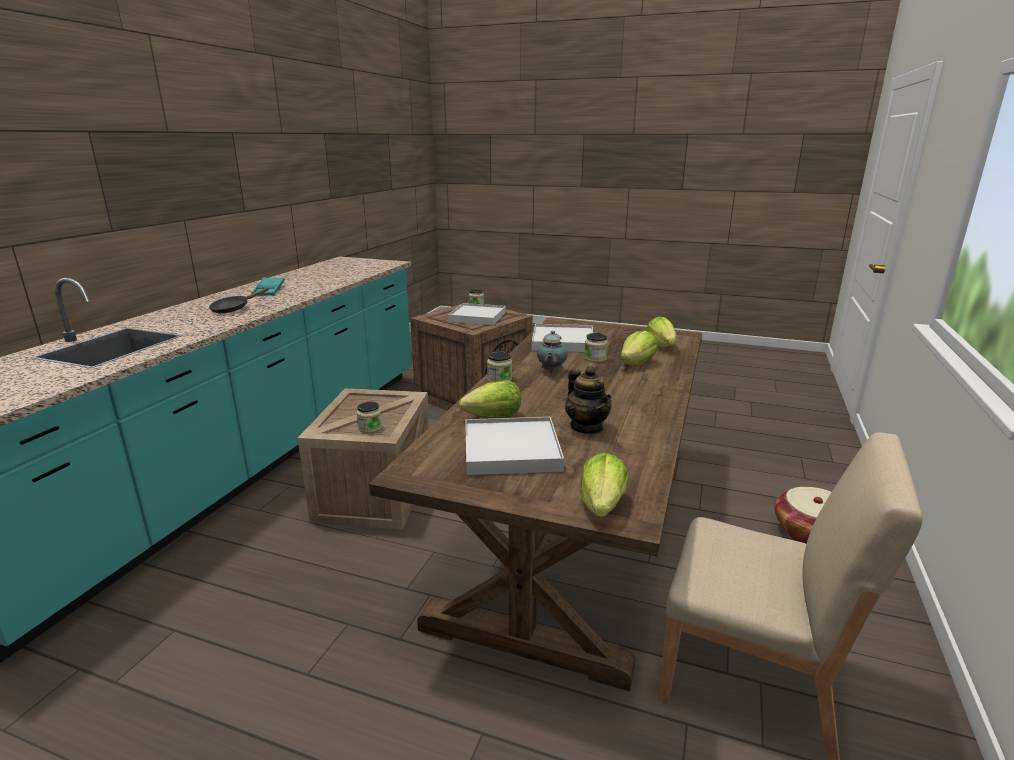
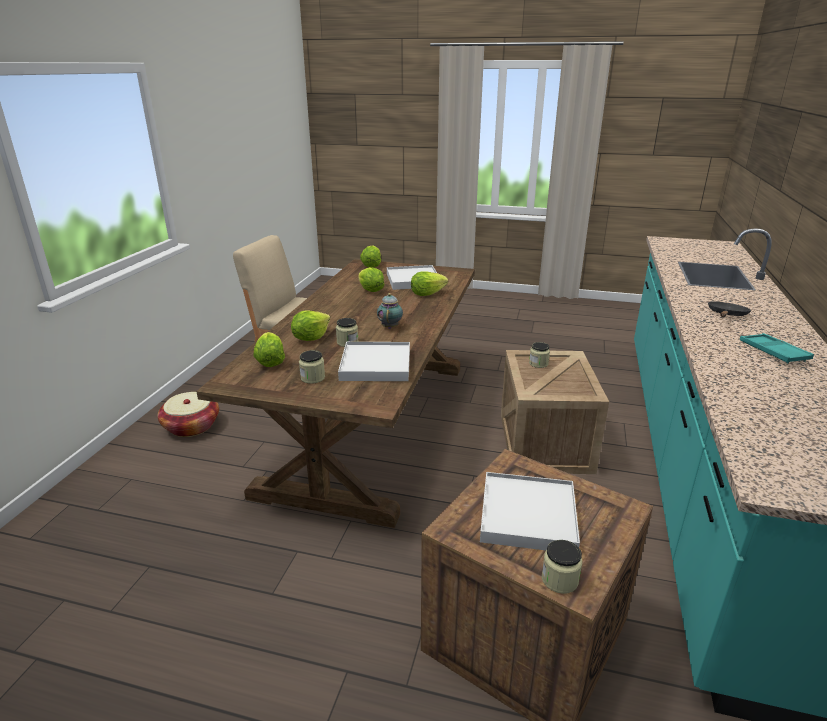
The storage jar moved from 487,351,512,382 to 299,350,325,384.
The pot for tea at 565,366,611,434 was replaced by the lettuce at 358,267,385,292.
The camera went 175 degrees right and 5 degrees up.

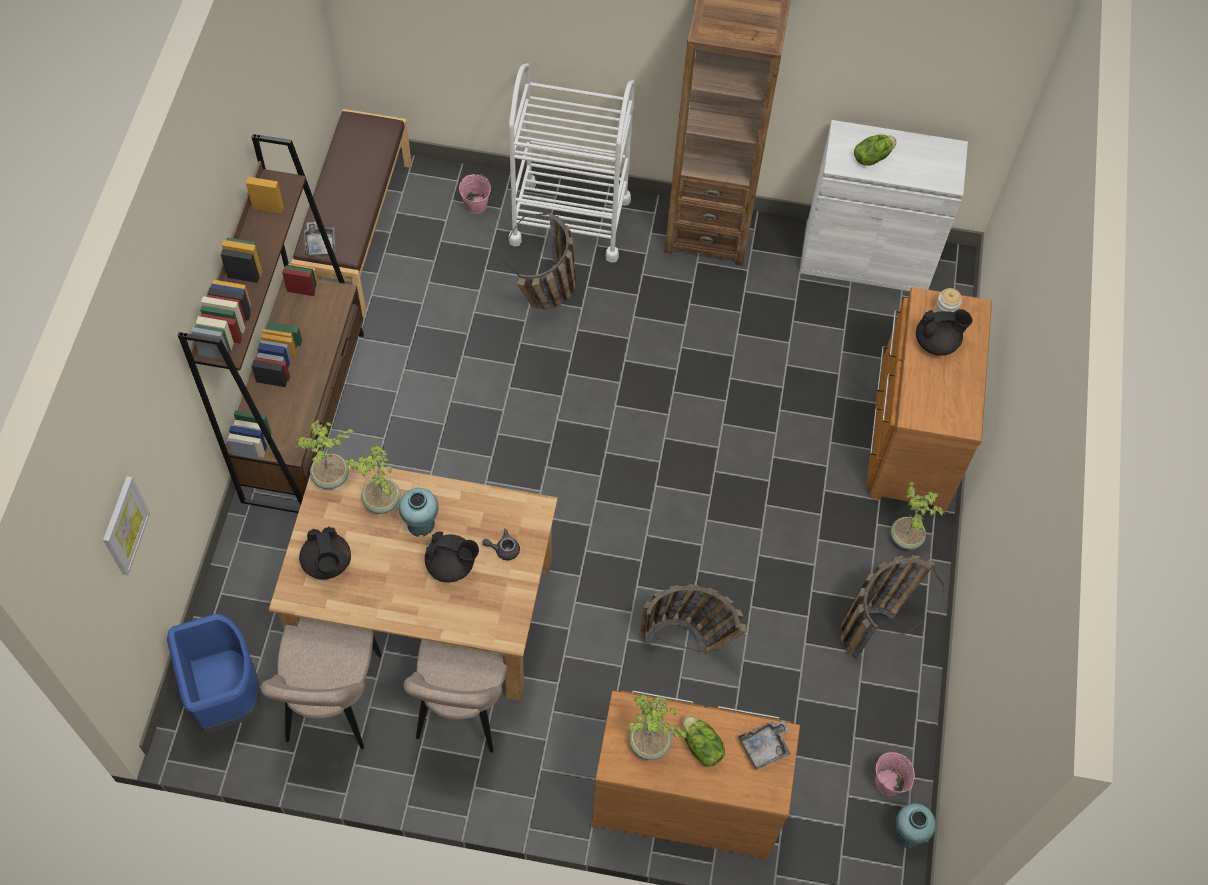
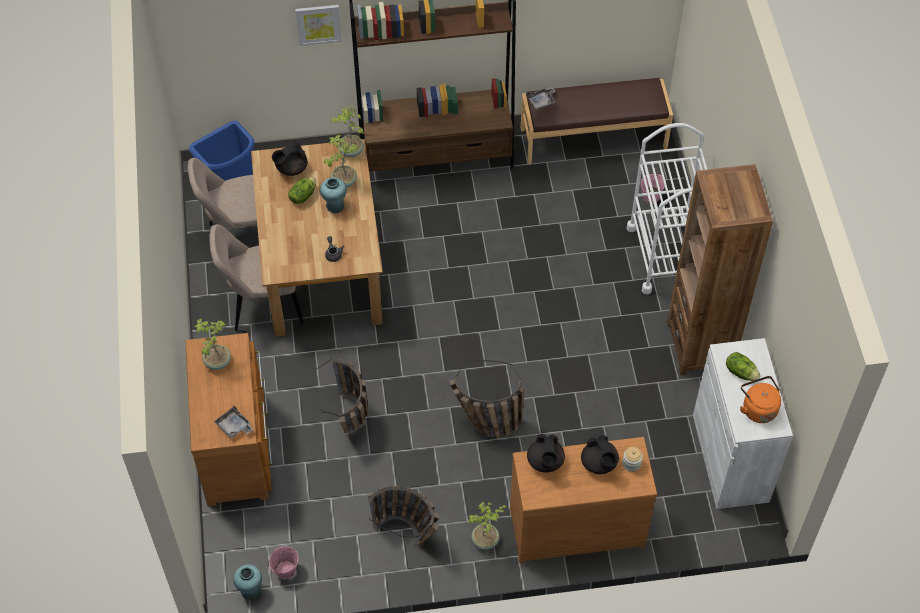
The wall art moved from 103,476,150,575 to 295,5,342,46.
The pot for tea/black-coloured moved from 425,531,479,582 to 527,434,565,473.
The basket moved from 503,213,576,309 to 450,360,524,438.
The lettuce moved from 682,716,725,767 to 288,177,316,204.
The tea kettle/orange at 740,376,781,423 appeared.
The camera went 75 degrees right and 5 degrees down.

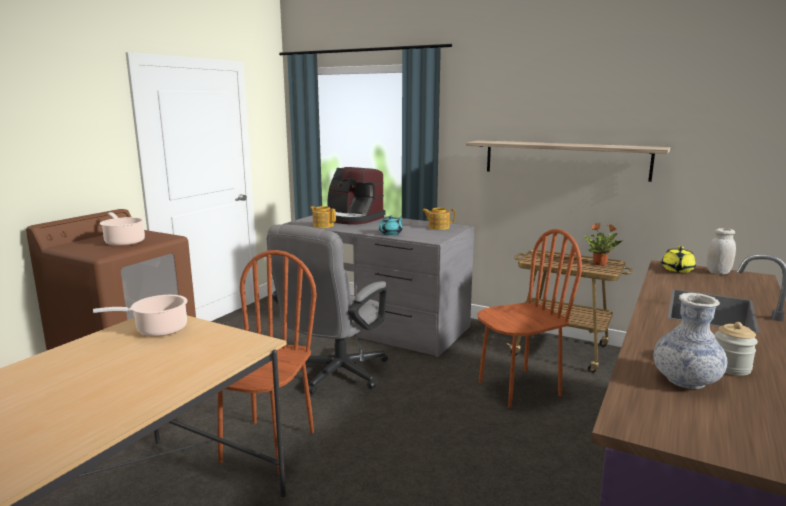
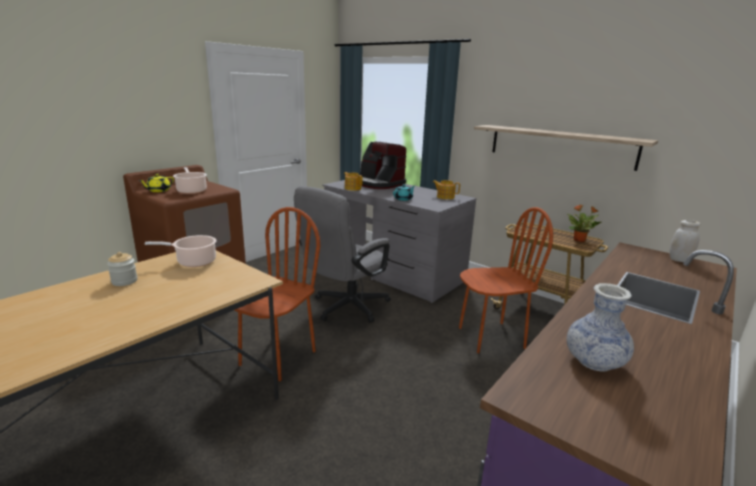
The pot for tea/yellowish moved from 662,246,696,273 to 138,174,174,192.
The storage jar moved from 715,322,758,376 to 107,252,138,286.
The camera went 10 degrees right and 5 degrees up.

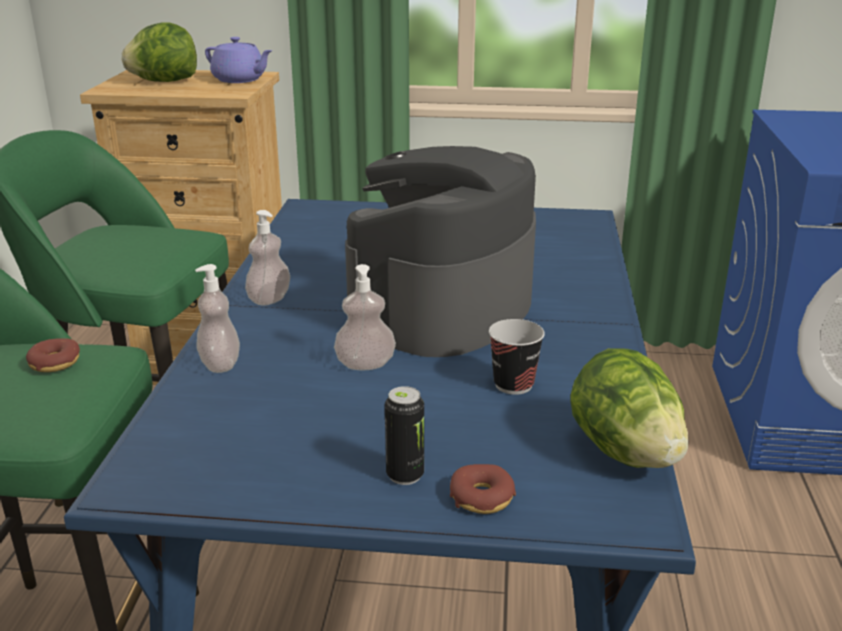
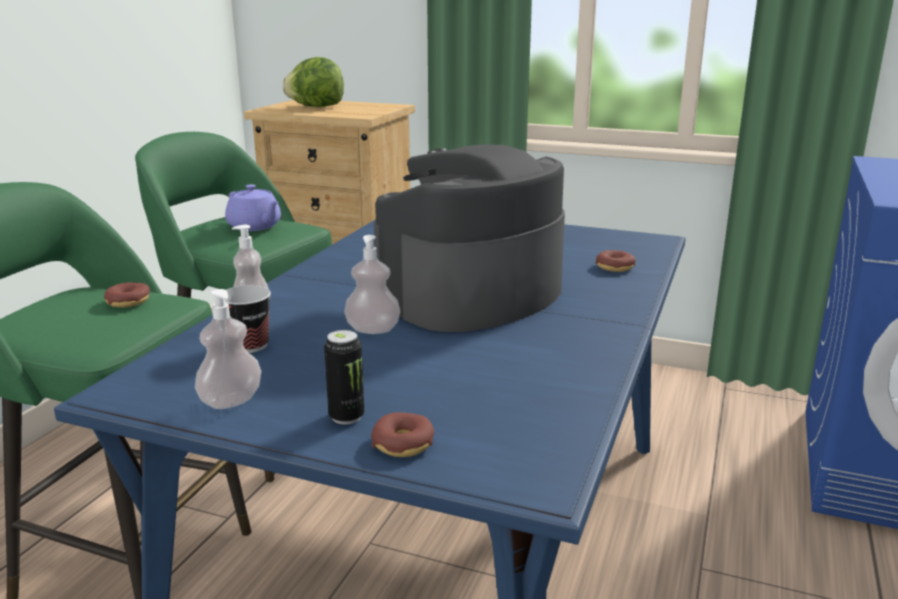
The pot for tea/purple-coloured moved from 205,37,273,83 to 225,184,281,231.
The soap dispenser moved from 245,210,290,305 to 195,289,261,409.
The small cup moved from 489,319,545,395 to 225,285,271,353.
The lettuce at 570,348,688,468 disappeared.
The doughnut at 596,250,636,272 appeared.
The camera went 15 degrees right and 5 degrees down.

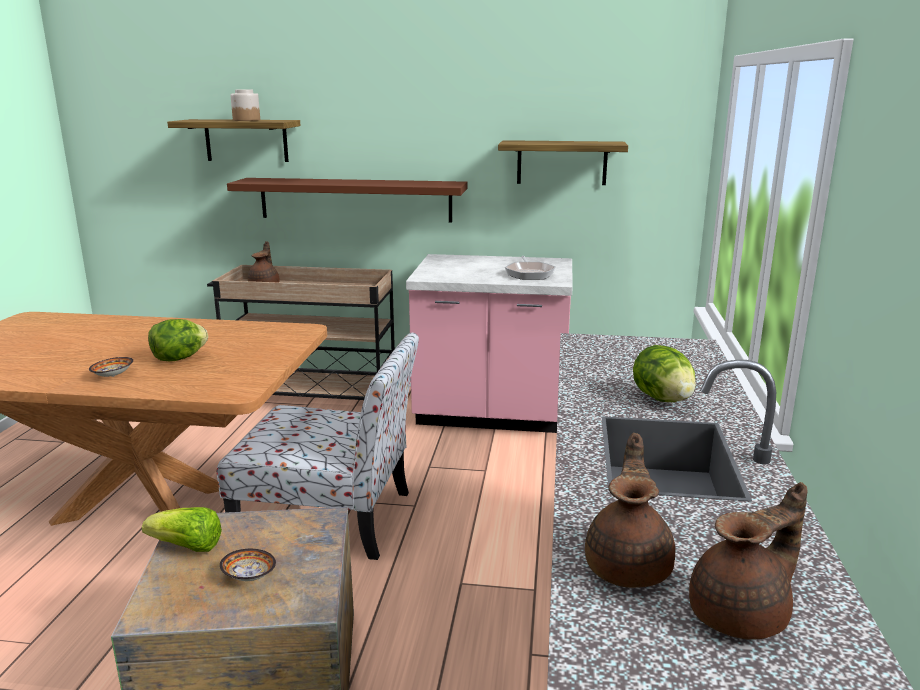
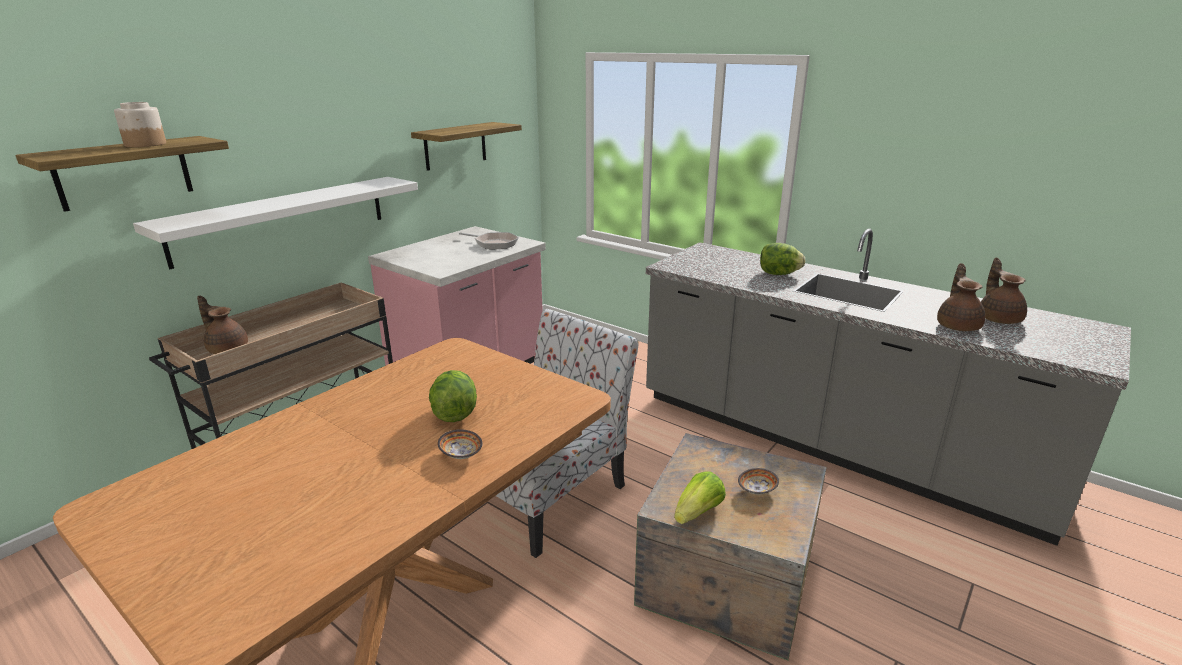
The shelf/brownish at 227,178,467,222 became the shelf/whitish at 133,177,418,269.
The pot for tea/brownish at 585,433,675,588 turned 60 degrees clockwise.
The camera went 60 degrees left and 5 degrees up.

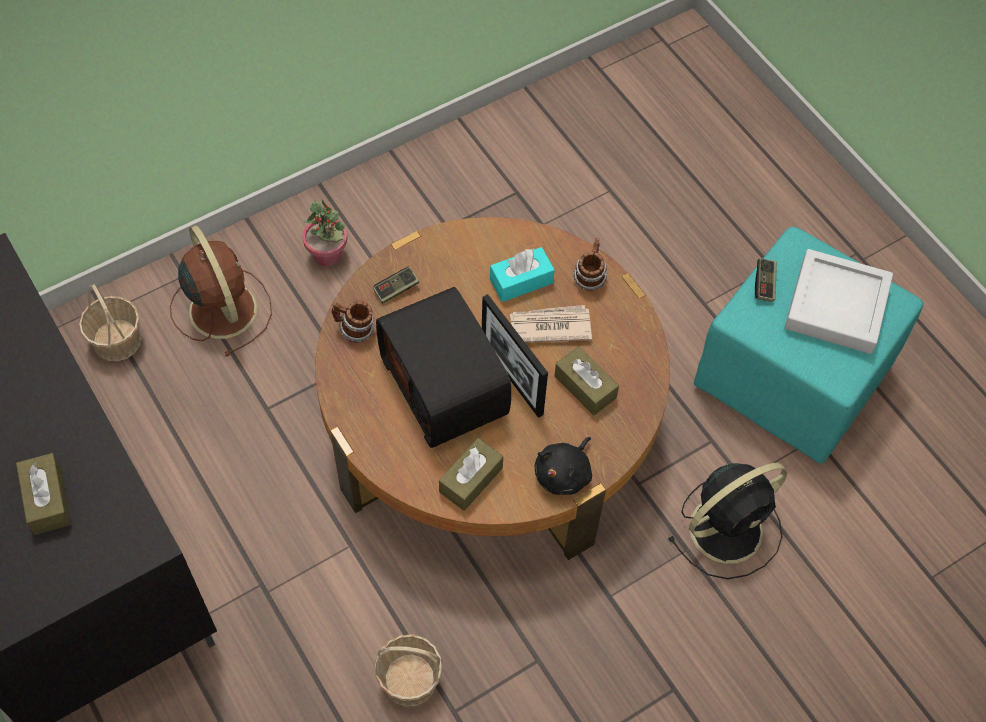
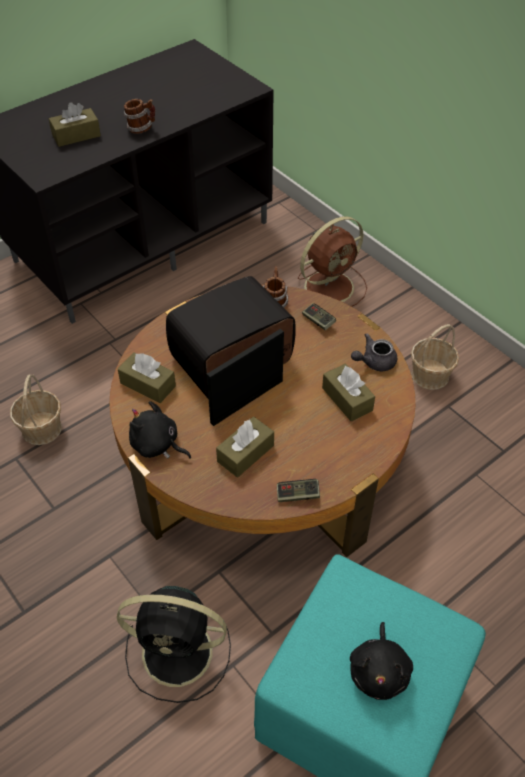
The basket moved from 79,284,141,361 to 411,324,459,390.
The potted plant at 302,200,347,266 disappeared.
The tissue holder/turquoise-coloured at 490,247,555,302 became the tissue holder/brownish at 322,364,375,421.
The newspaper at 510,305,592,343 disappeared.
The coffee mug moved from 573,238,608,291 to 124,99,155,134.
The fan/black-coloured at 668,463,787,579 turned 45 degrees counterclockwise.
The gamepad moved from 755,258,777,302 to 277,479,320,502.
The carrying tray/greyish at 785,249,893,354 was replaced by the cuddly toy/black-coloured at 350,622,413,700.
The pot for tea/greyish at 351,333,397,371 appeared.
The camera went 85 degrees right and 10 degrees down.

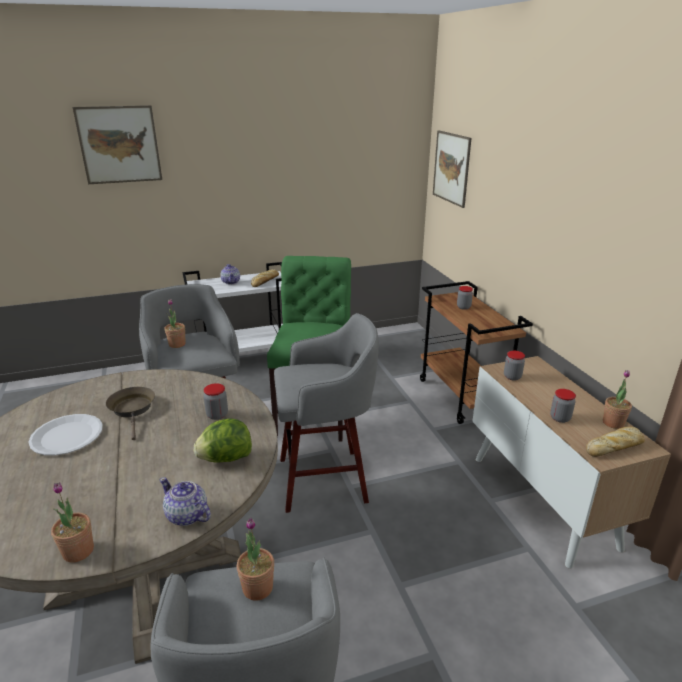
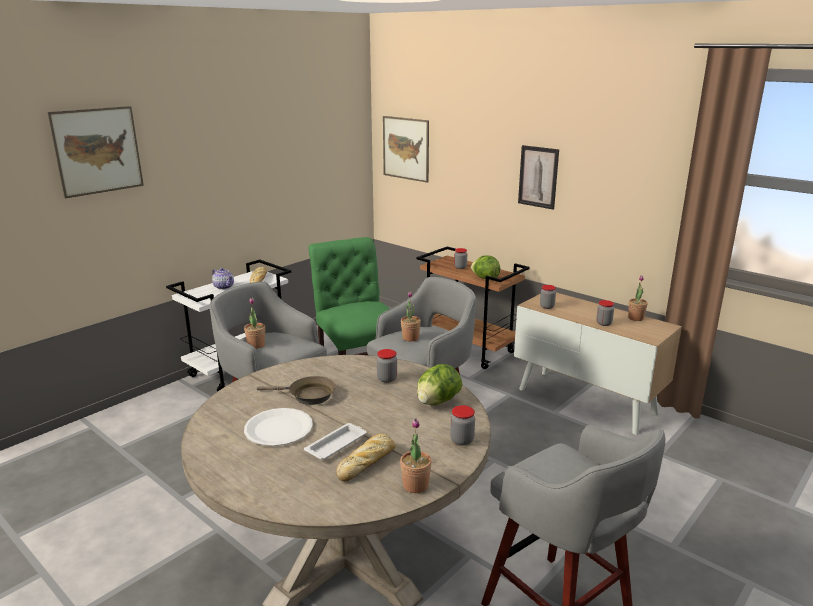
The pan/brownish at 106,387,155,440 turned 150 degrees clockwise.
The pot for tea at 159,477,211,526 was replaced by the storage jar at 450,405,475,446.
The potted plant moved from 237,518,274,601 to 401,291,421,341.
The baked bread moved from 586,426,645,457 to 336,434,396,482.
The carrying tray/whitish at 304,423,367,460 appeared.
The lettuce at 471,255,500,280 appeared.
The wall art at 518,145,559,210 appeared.
The camera went 30 degrees left and 5 degrees down.

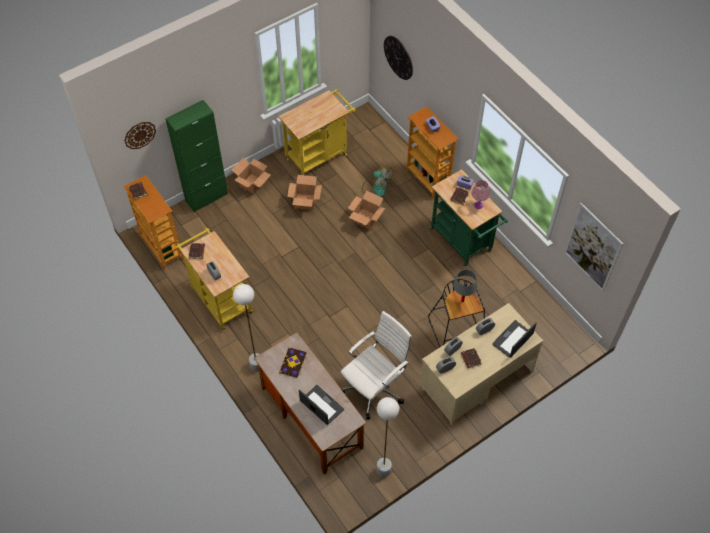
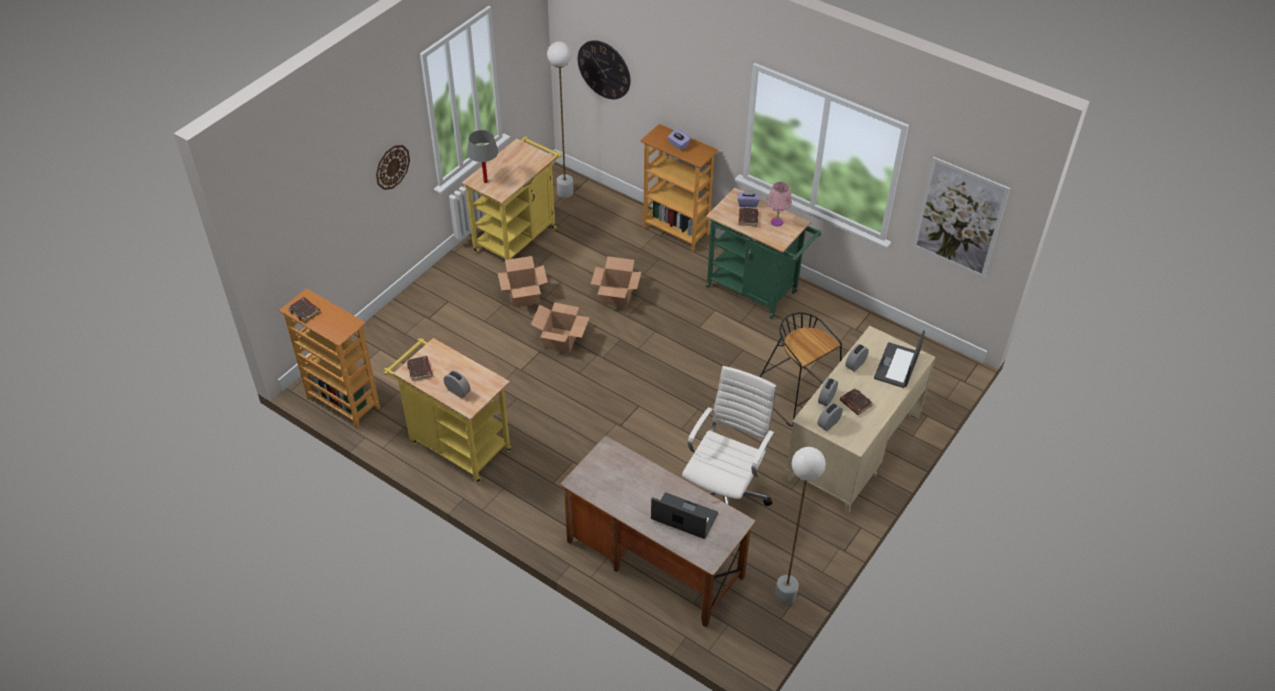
The hanging clock moved from 124,122,156,149 to 376,145,410,190.
The cabinet/greenish at 165,100,228,212 disappeared.
The cardboard box moved from 232,158,271,194 to 531,303,590,353.
The standing lamp/whitish moved from 233,284,260,372 to 547,42,573,198.
The bound book at 279,347,307,378 disappeared.
The fan at 362,166,393,197 disappeared.
The table lamp/greyish moved from 453,270,478,302 to 467,130,498,183.
The camera went 20 degrees left and 10 degrees down.

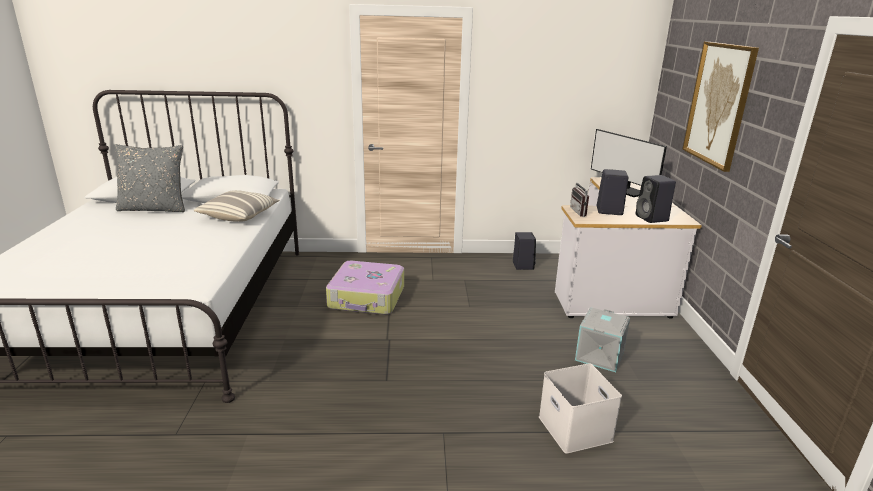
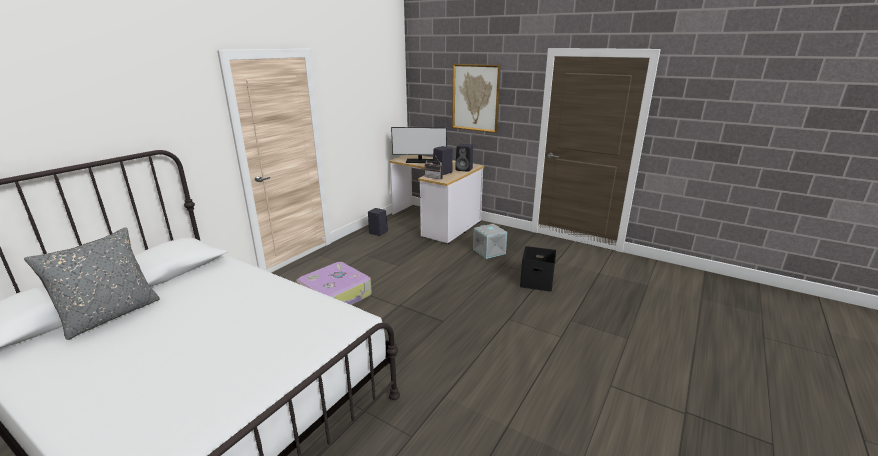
The pillow at 194,190,280,222 disappeared.
The storage box/whitish at 539,363,622,454 became the storage box/black-coloured at 520,246,556,292.
The camera went 55 degrees left and 0 degrees up.

